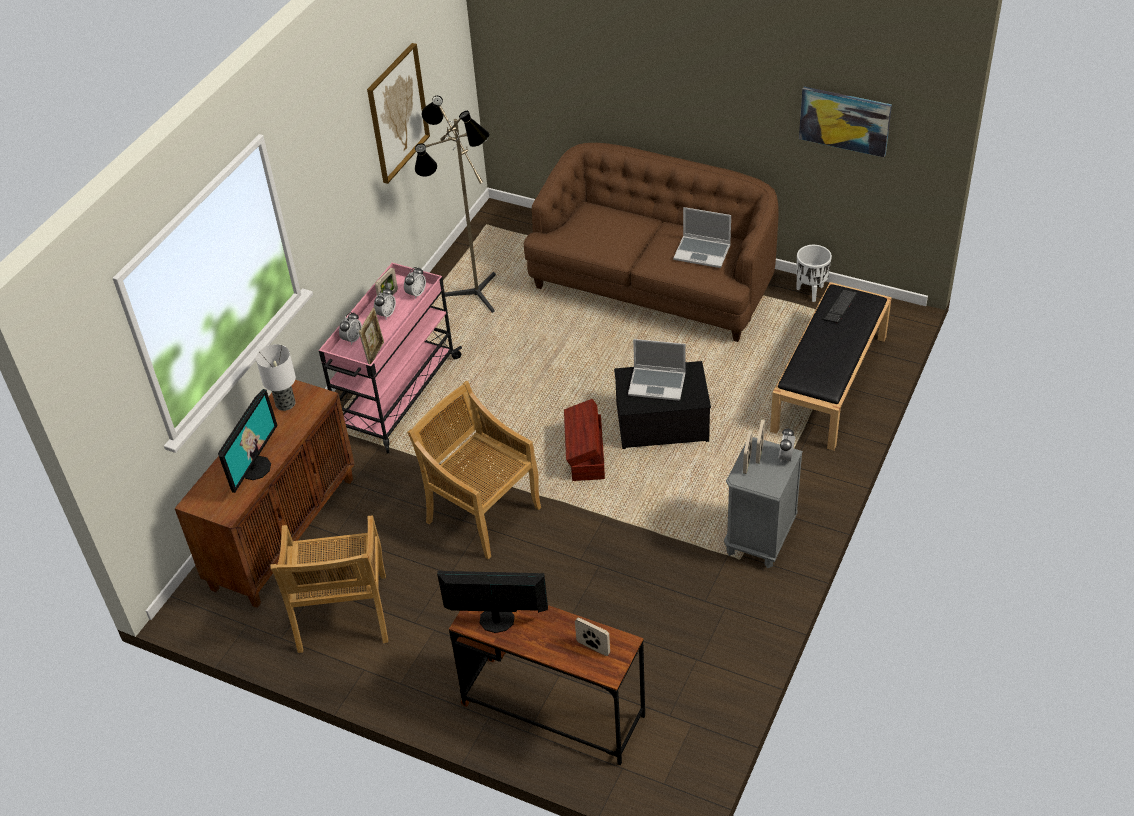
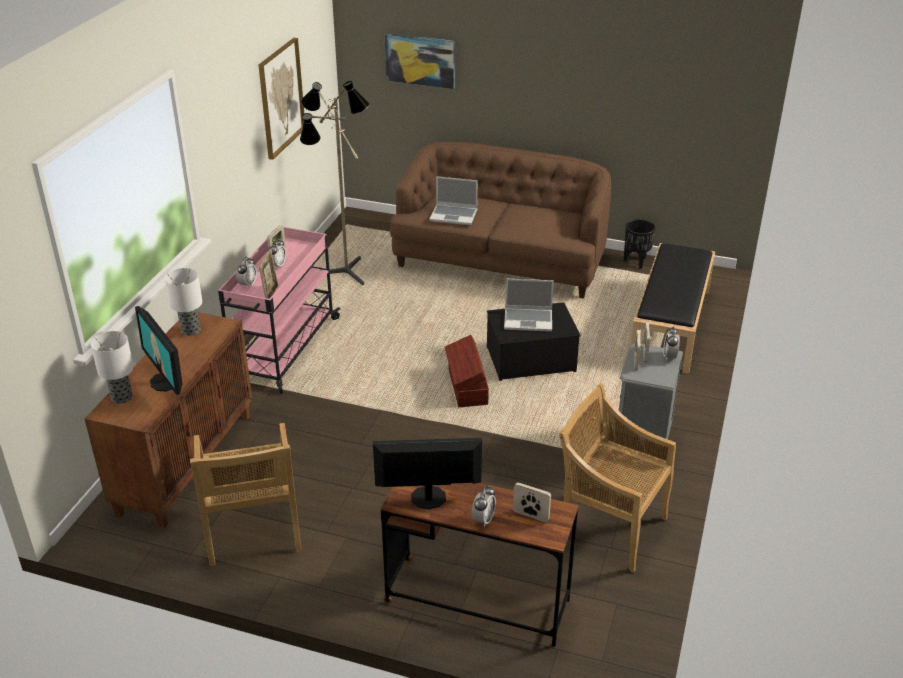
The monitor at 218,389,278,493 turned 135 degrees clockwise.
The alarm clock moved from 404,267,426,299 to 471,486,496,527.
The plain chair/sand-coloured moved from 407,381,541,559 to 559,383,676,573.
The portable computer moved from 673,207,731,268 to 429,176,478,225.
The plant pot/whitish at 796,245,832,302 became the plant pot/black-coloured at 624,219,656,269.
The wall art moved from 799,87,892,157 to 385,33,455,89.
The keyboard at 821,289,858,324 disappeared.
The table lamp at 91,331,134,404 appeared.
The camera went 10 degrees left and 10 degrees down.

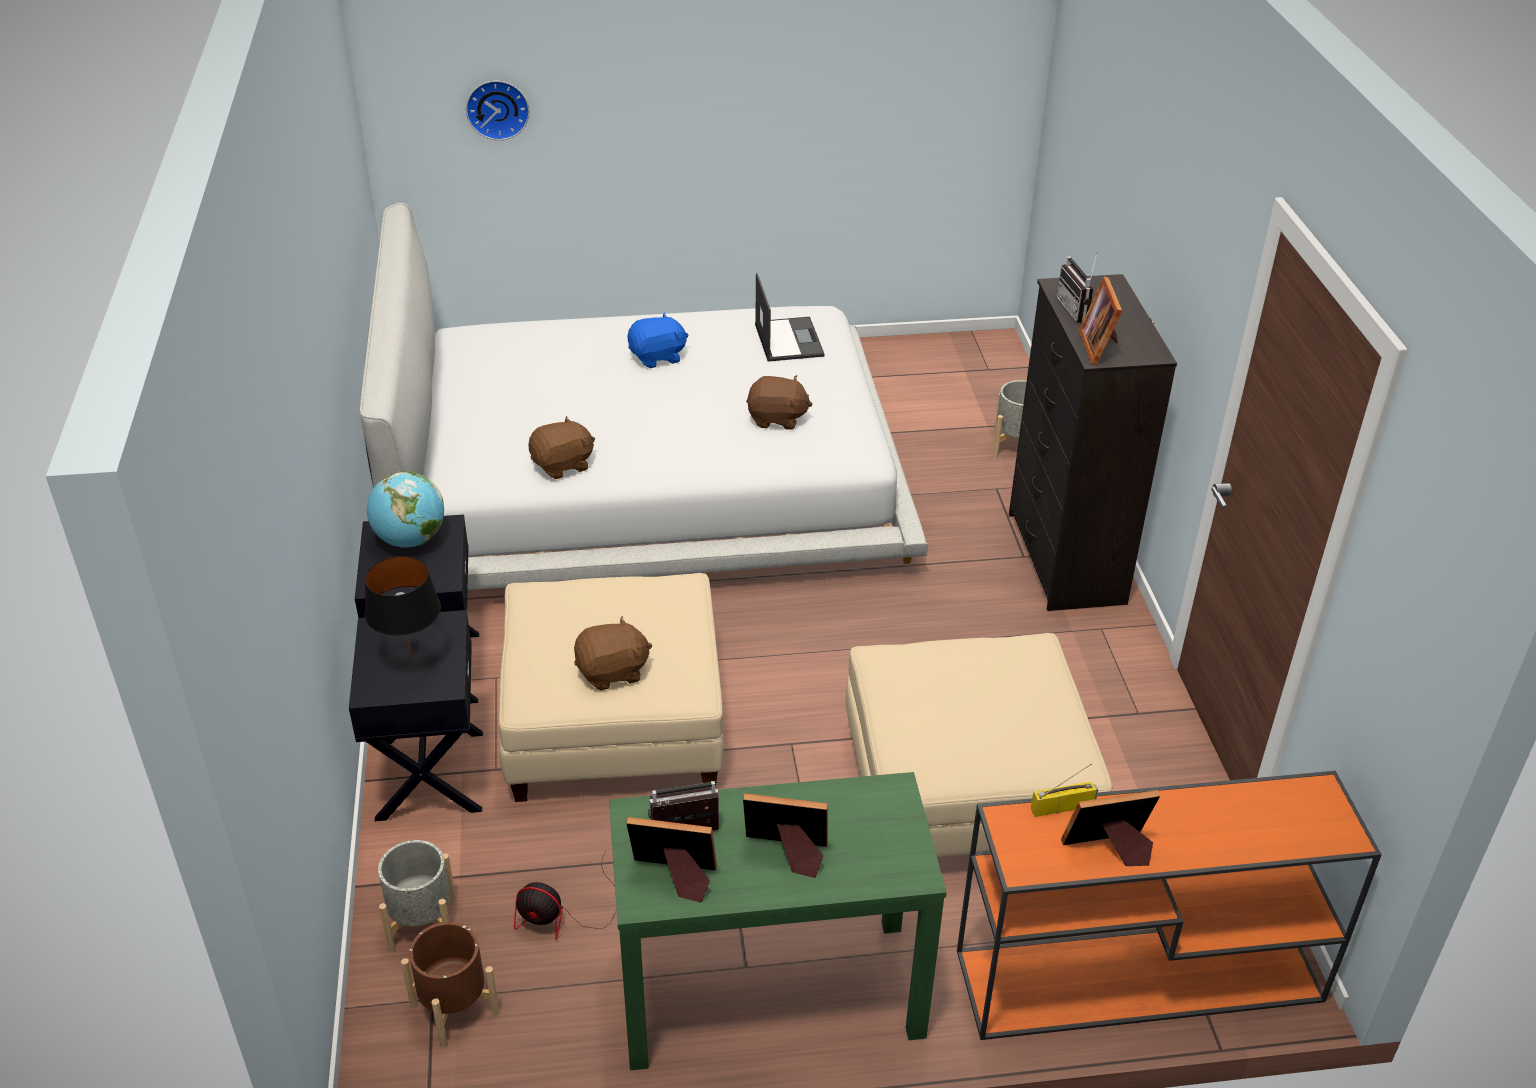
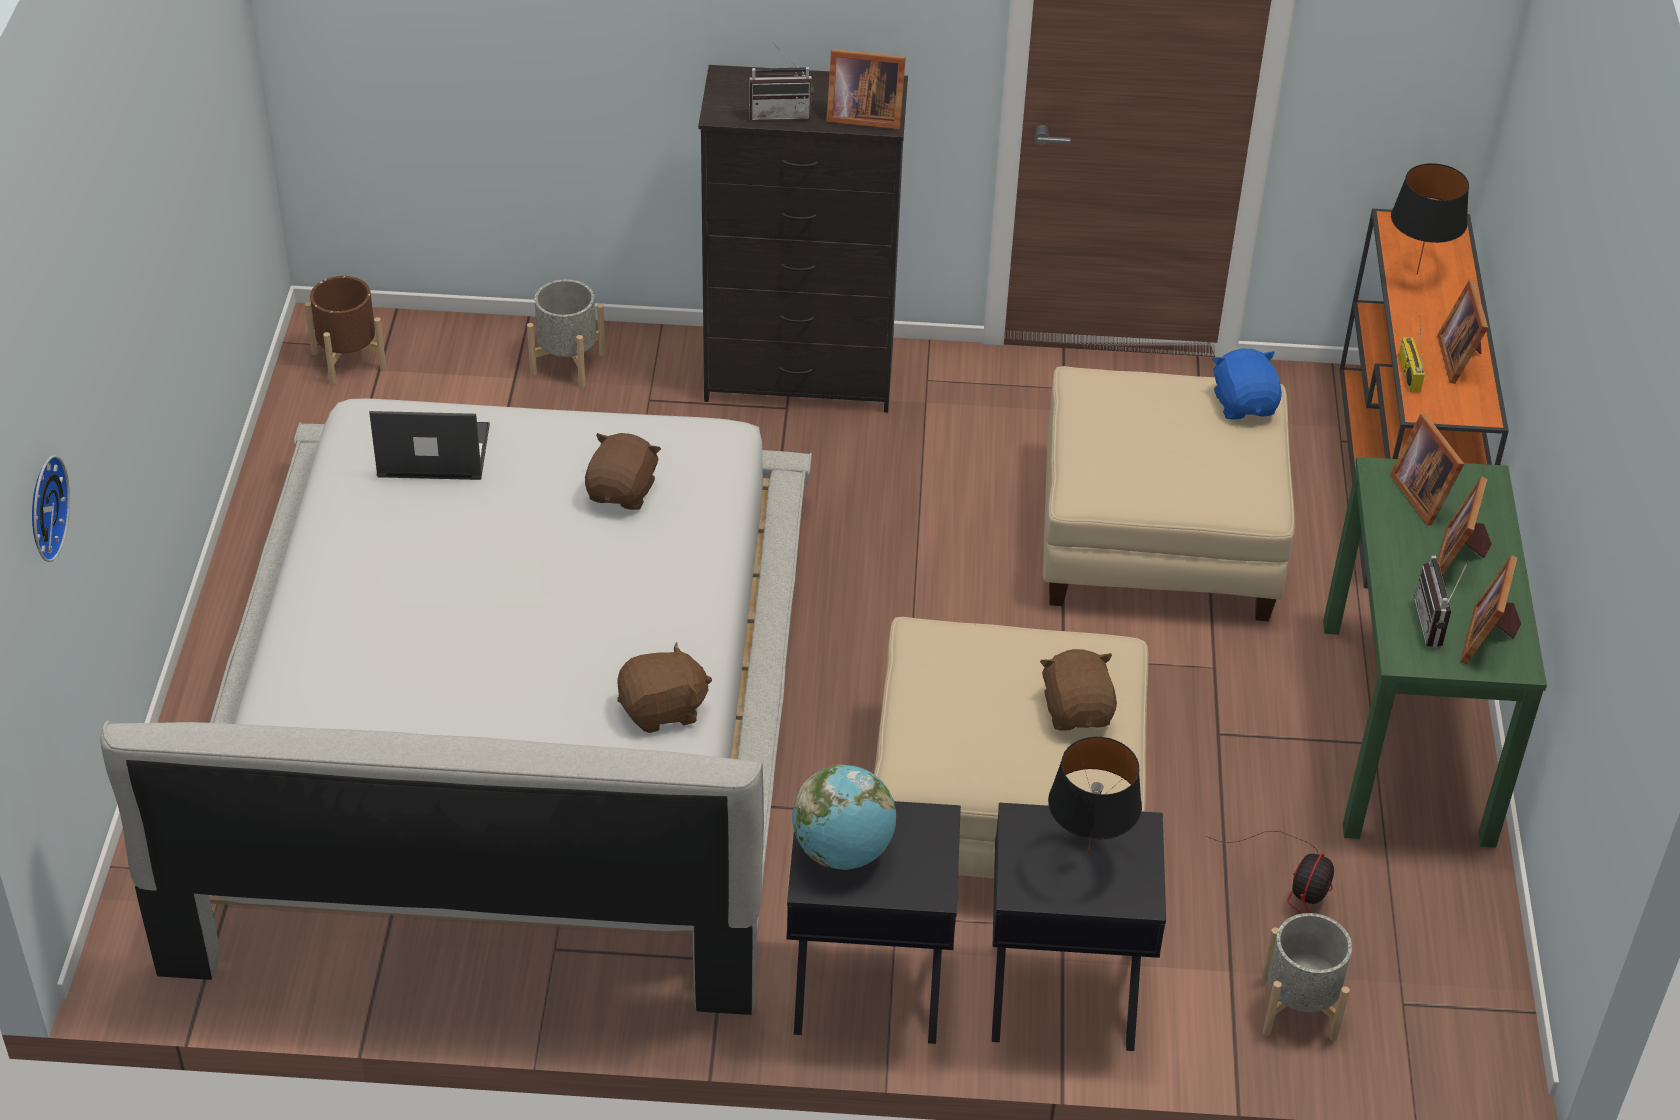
The plant pot/brownish moved from 401,922,500,1048 to 305,276,386,385.
The cuddly toy/brownish at 528,416,595,479 turned 90 degrees clockwise.
The cuddly toy/blue moved from 628,313,688,368 to 1212,349,1282,420.
The standing frame at 1390,414,1464,525 appeared.
The table lamp/black-coloured at 1391,163,1469,274 appeared.
The camera went 80 degrees left and 5 degrees up.

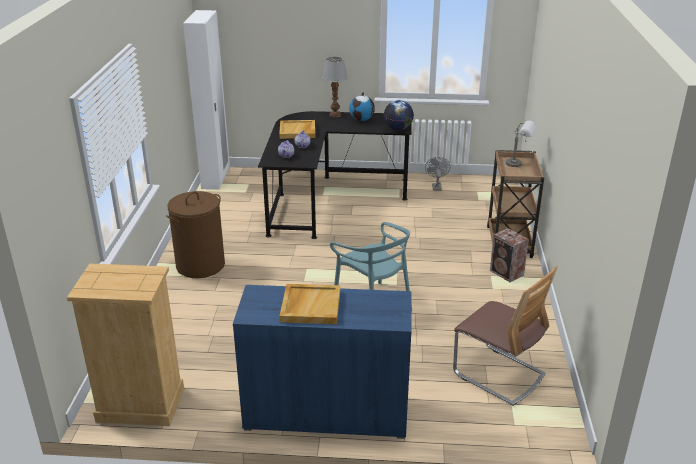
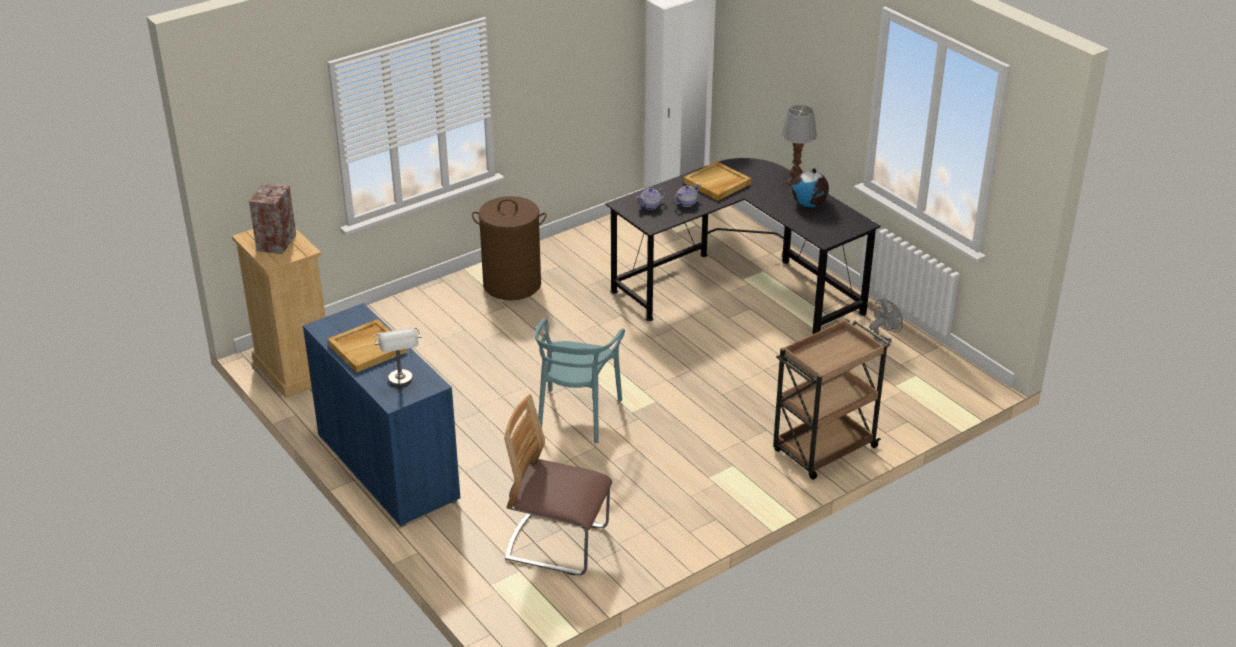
The globe at 384,100,414,130 disappeared.
The plain chair at 453,266,558,406 turned 105 degrees clockwise.
The speaker moved from 490,228,529,282 to 249,183,296,254.
The table lamp/greyish moved from 506,120,537,167 to 374,327,421,387.
The camera went 50 degrees right and 5 degrees up.

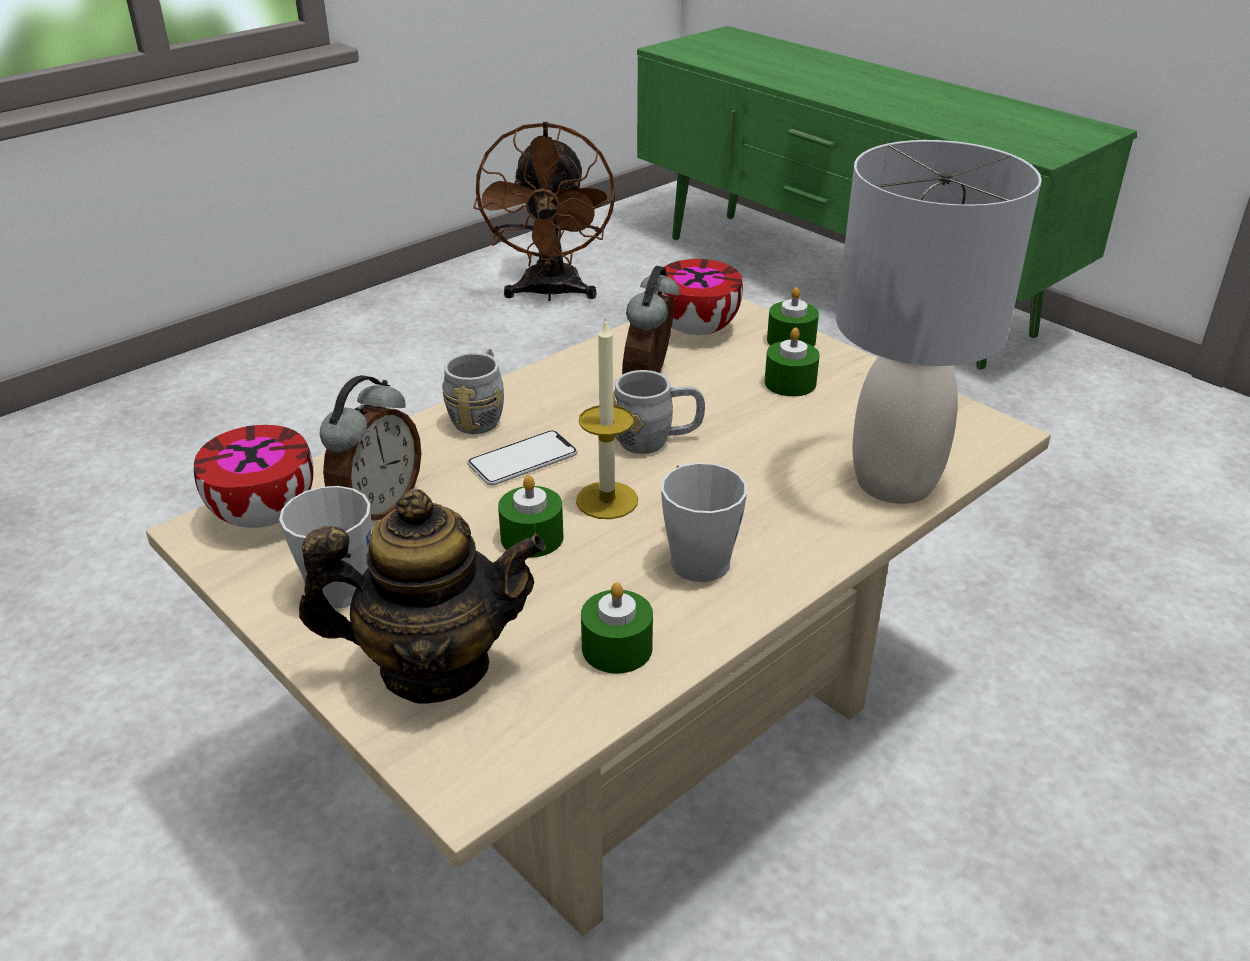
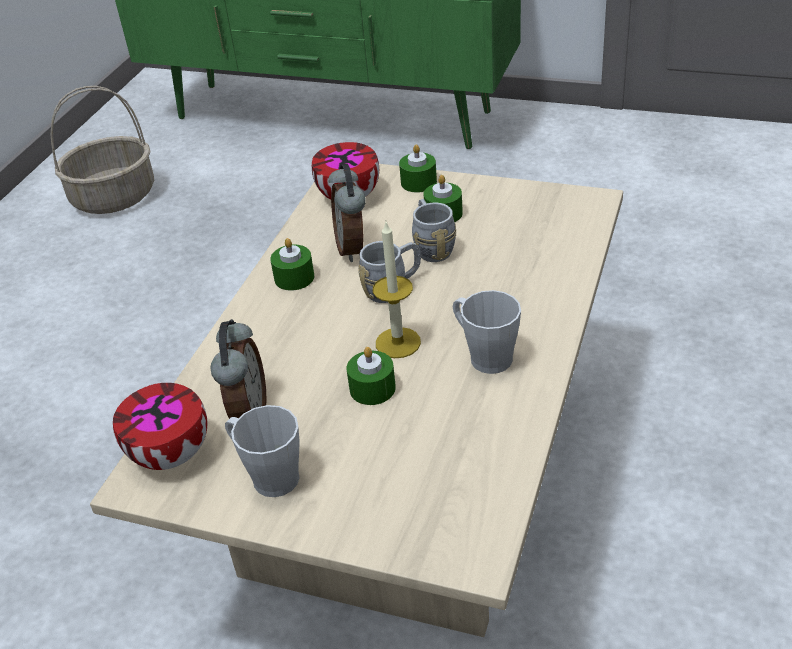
The pot for tea at 299,489,546,704 disappeared.
The coffee mug/greyish moved from 442,348,504,434 to 412,199,456,262.
The handset at 467,430,577,485 disappeared.
The fan/brownish at 473,122,615,301 was replaced by the basket at 51,86,154,214.
The candle/greenish moved from 581,582,653,673 to 270,238,314,291.
The table lamp/greyish at 836,140,1042,504 disappeared.
The camera went 25 degrees left and 5 degrees up.

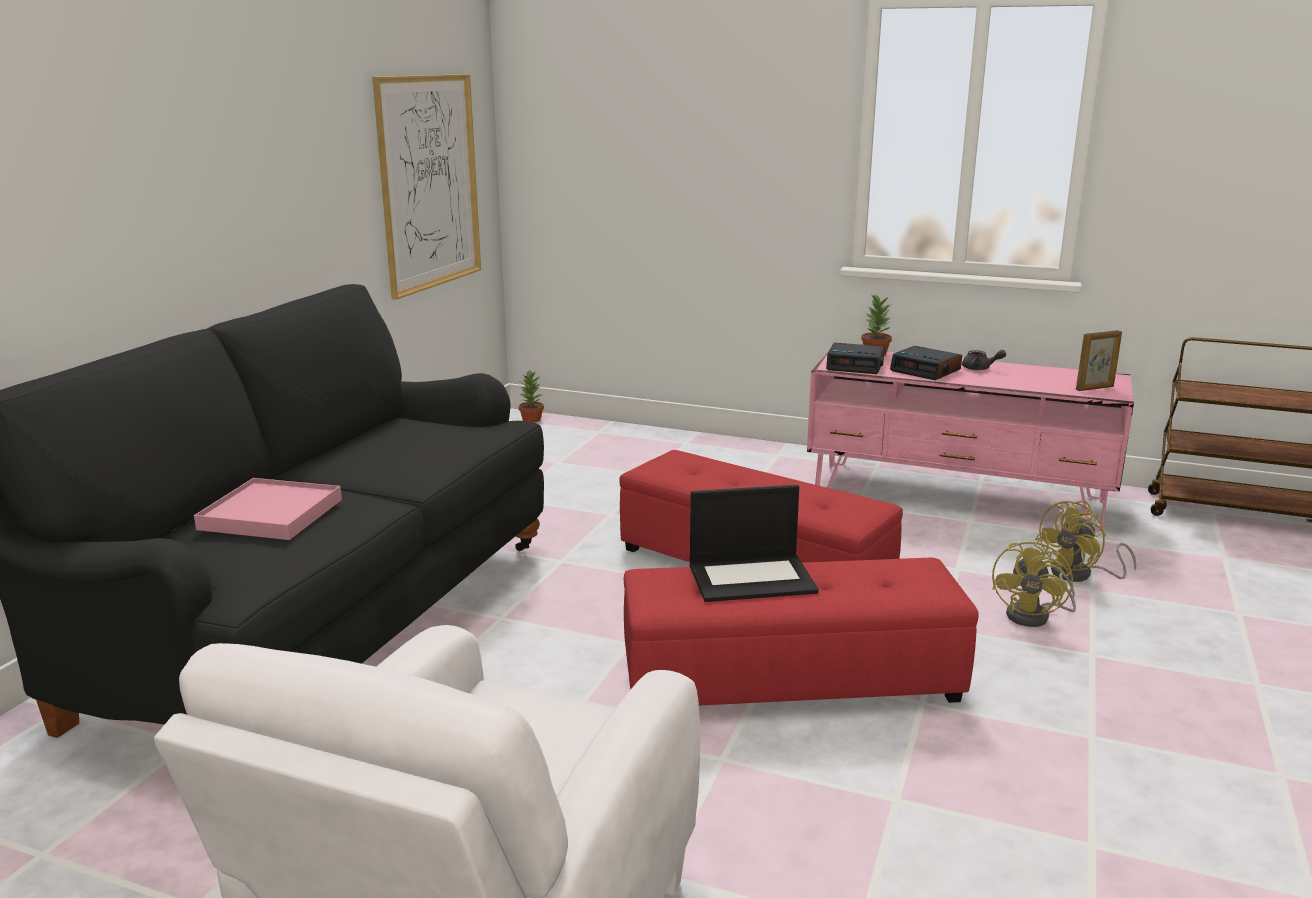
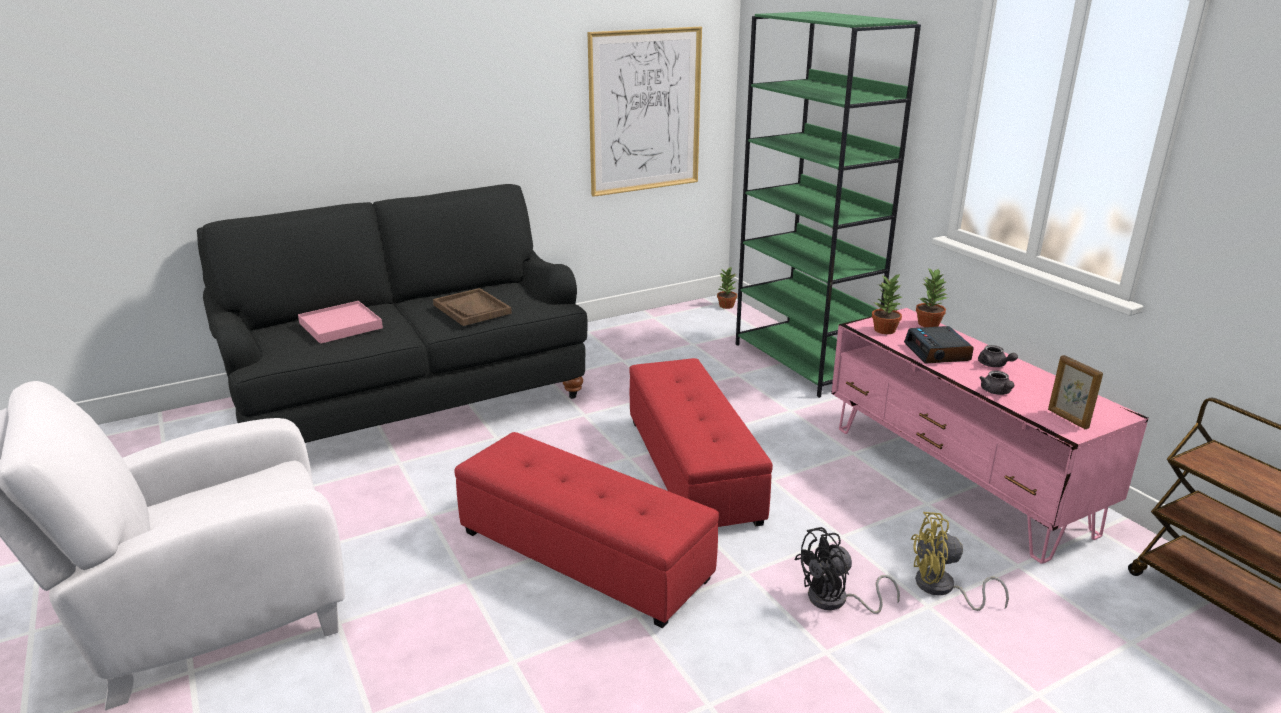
The portable computer at 690,485,819,602 disappeared.
The alarm clock at 826,343,885,374 was replaced by the potted plant at 872,273,902,334.
The fan/yellowish at 992,539,1076,627 became the fan/black-coloured at 794,527,900,614.
The standing frame at 1076,330,1122,391 turned 45 degrees clockwise.
The carrying tray/brownish at 433,288,512,326 appeared.
The bookshelf/greenish at 736,11,921,398 appeared.
The pot for tea/greyish at 979,371,1014,395 appeared.
The camera went 40 degrees right and 5 degrees up.

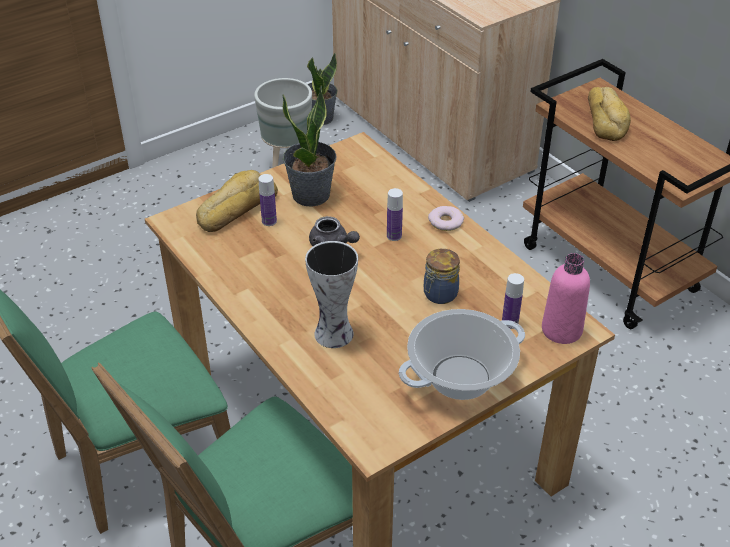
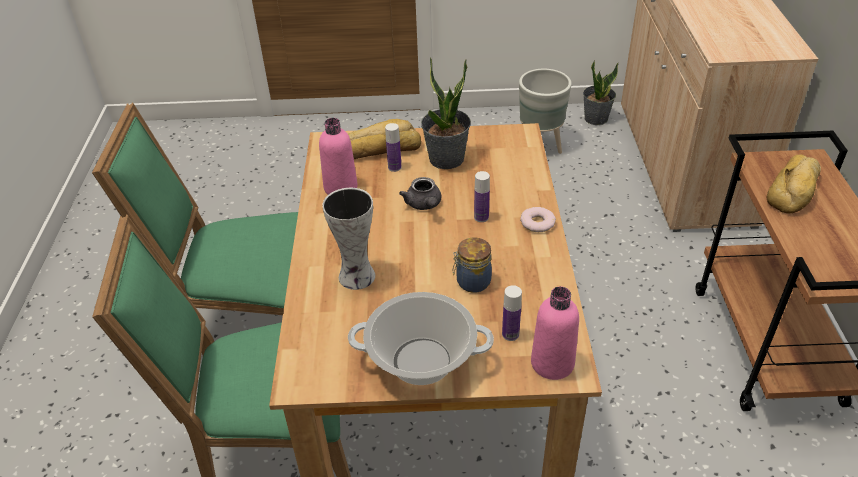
The drink bottle/pinkish at 319,118,358,195 appeared.
The camera went 35 degrees right and 0 degrees up.

